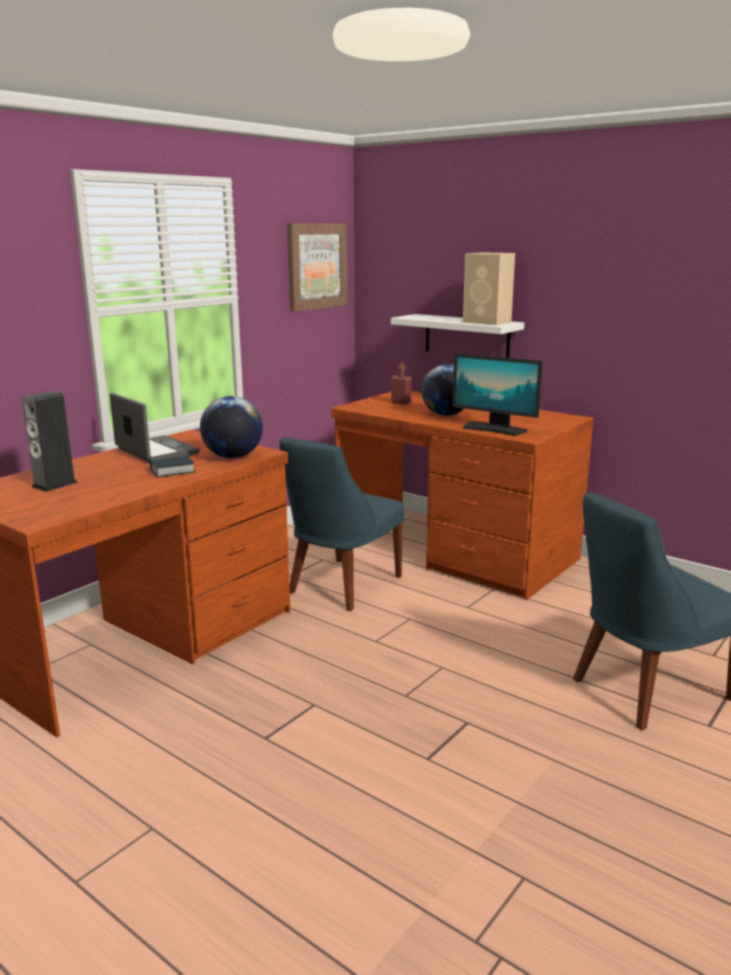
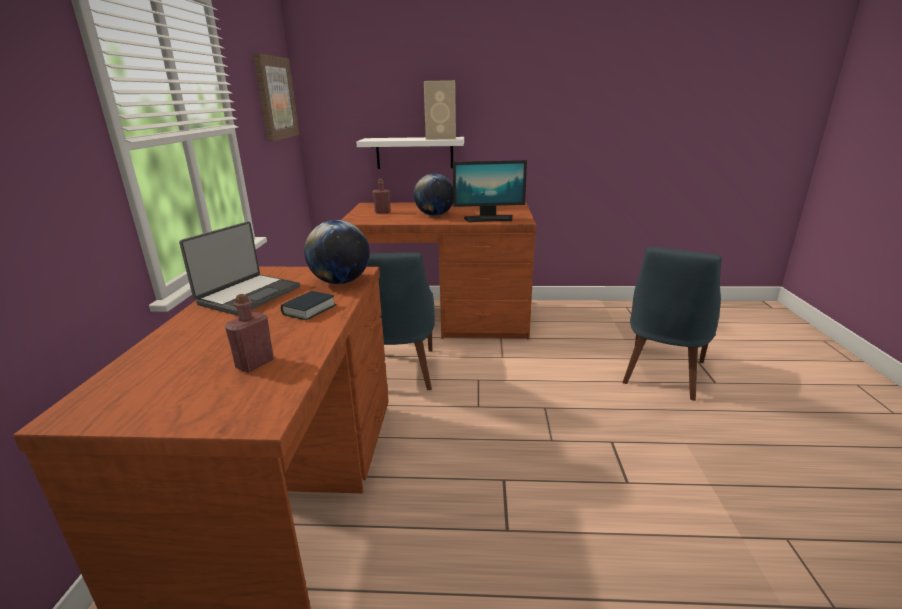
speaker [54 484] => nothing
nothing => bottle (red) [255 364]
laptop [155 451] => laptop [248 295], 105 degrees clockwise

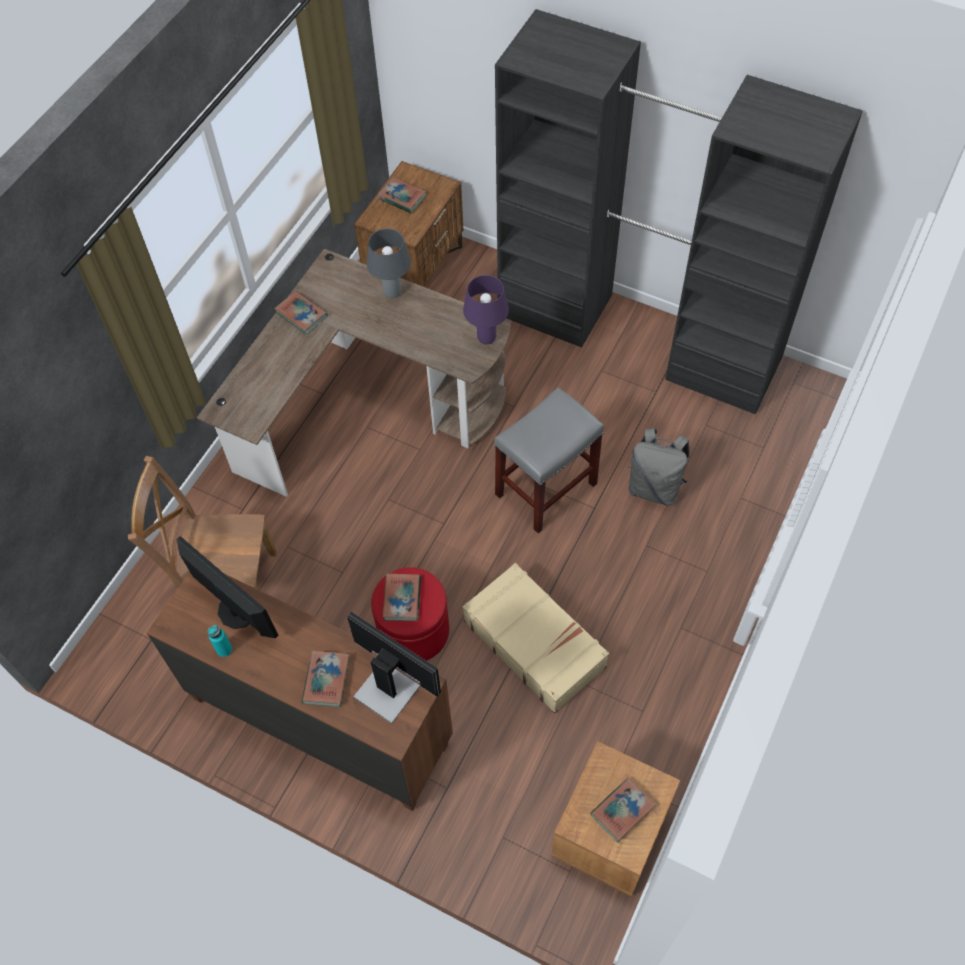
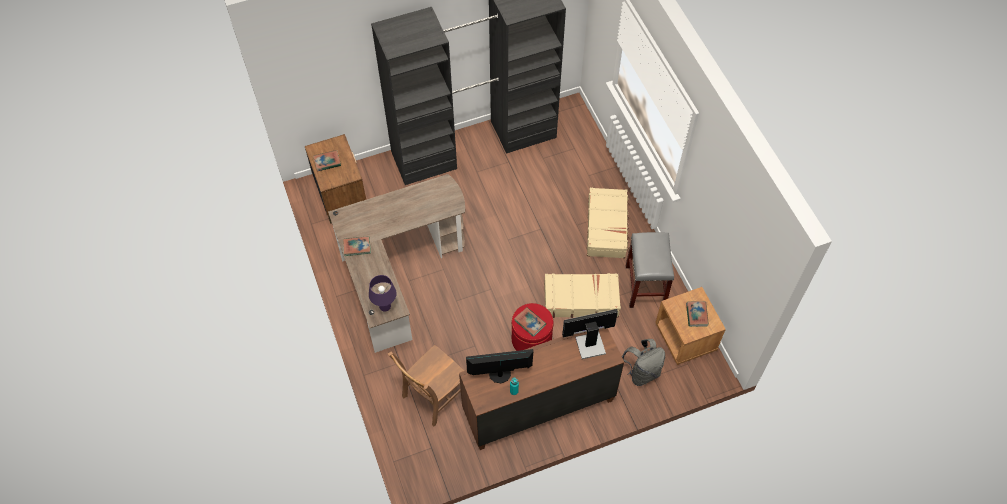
book [326 680] => nothing
table lamp (grey) [392 292] => nothing
nothing => suitcase (beige) [607 227]
table lamp (purple) [486 338] => table lamp (purple) [385 307], shifted
stool (grey) [545 490] => stool (grey) [645 286], shifted
backpack (grey) [654 487] => backpack (grey) [642 372], shifted

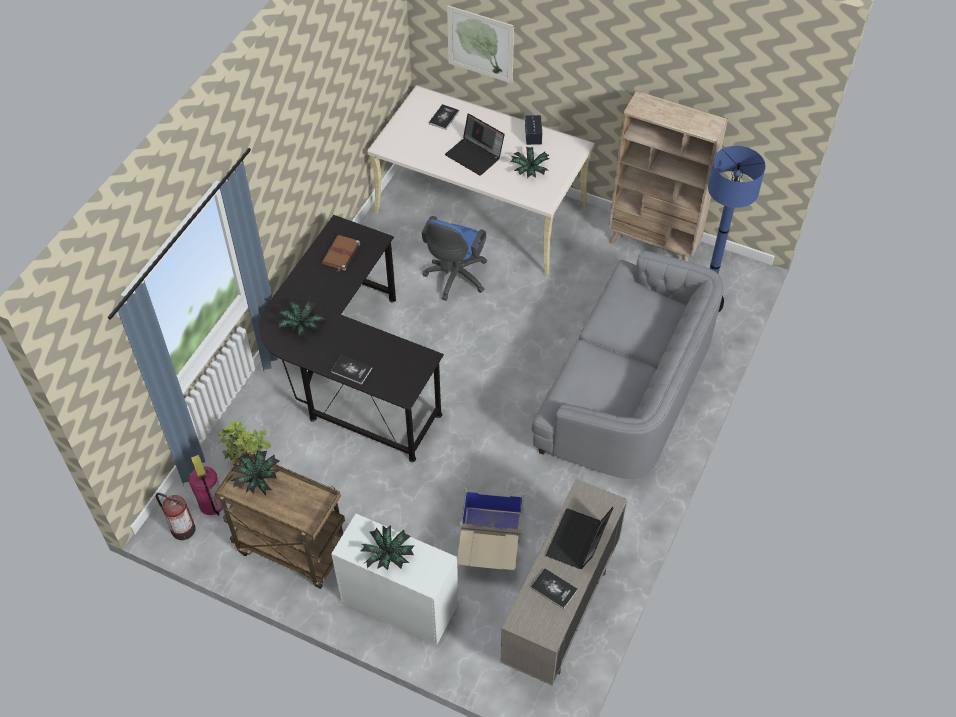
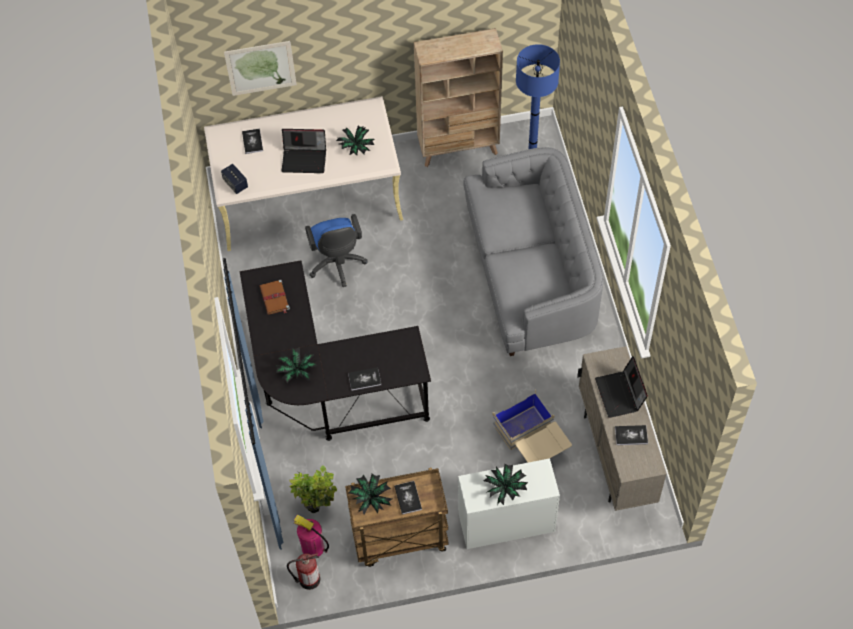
nothing => book [408 498]
speaker [533 136] => speaker [235 184], shifted

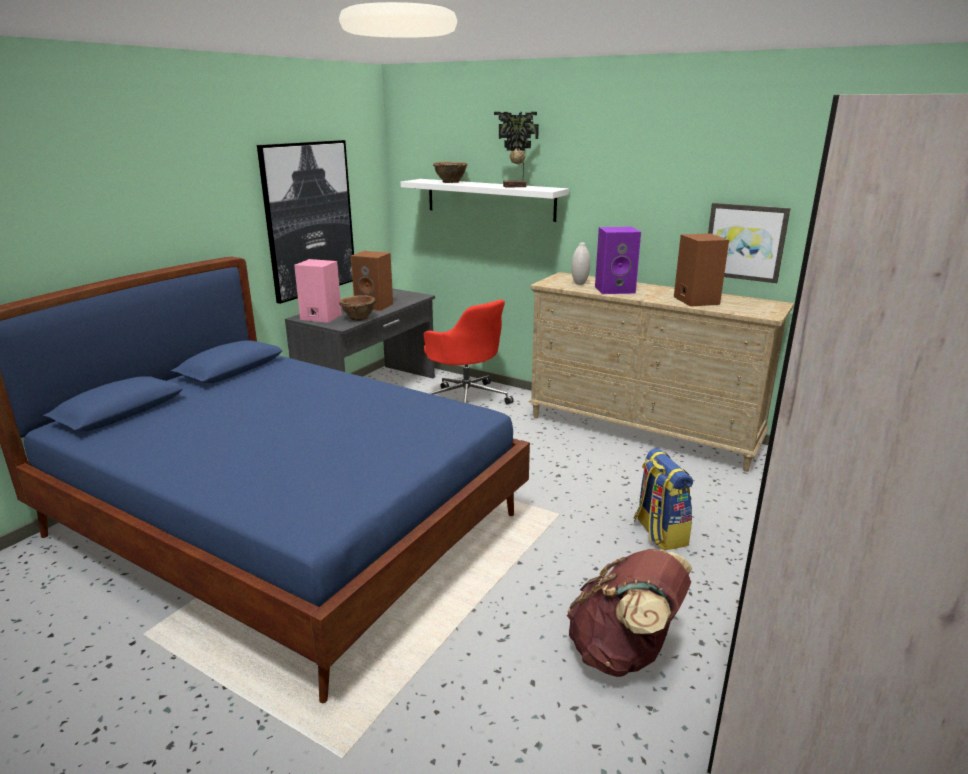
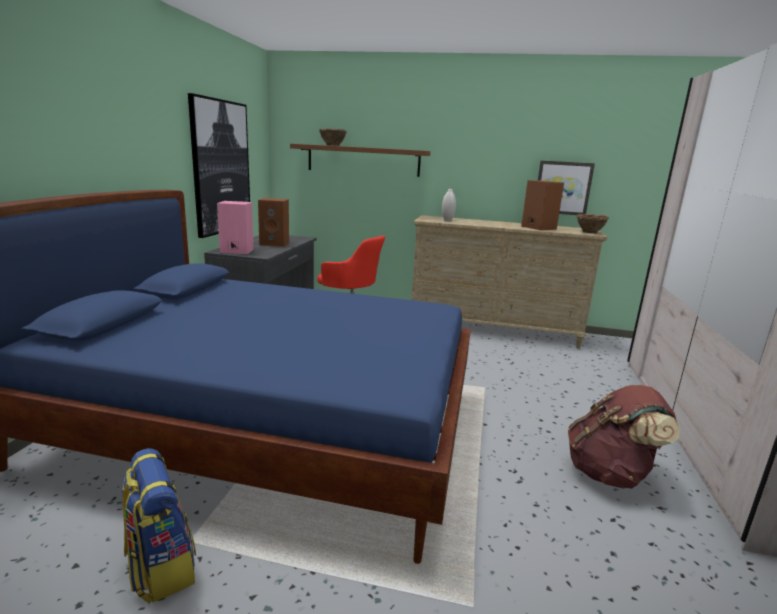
potted plant [515 187] => nothing
speaker (purple) [615 289] => nothing
bowl (brown) [358 318] => bowl (brown) [589 232], shifted
backpack [659 533] => backpack [160 567], shifted
shelf (white) [490 199] => shelf (brown) [363 160]

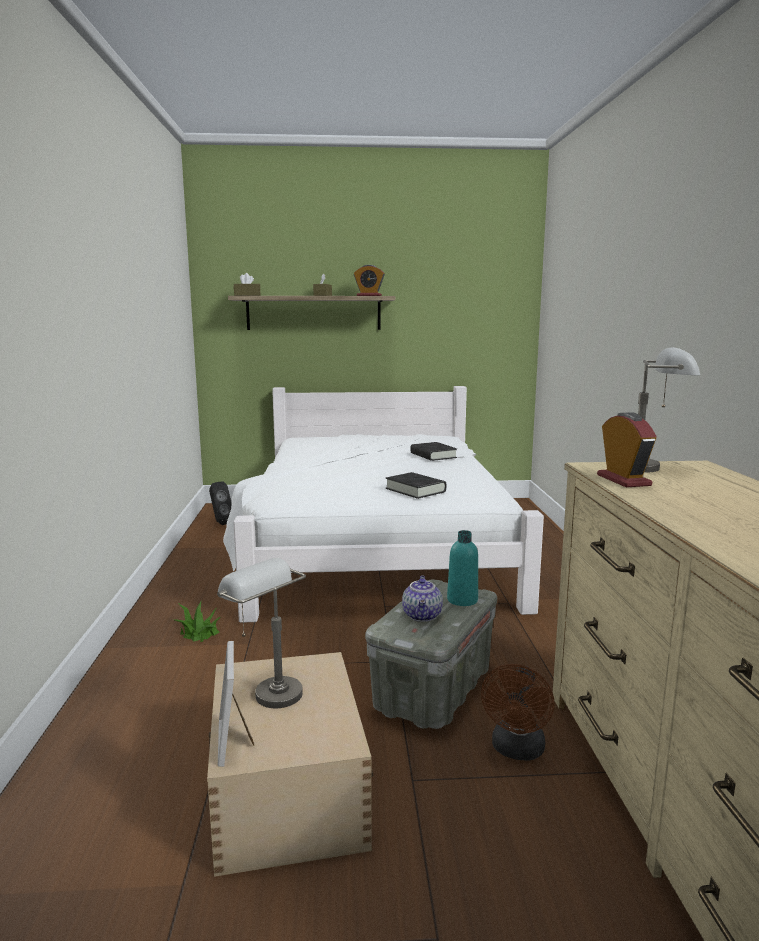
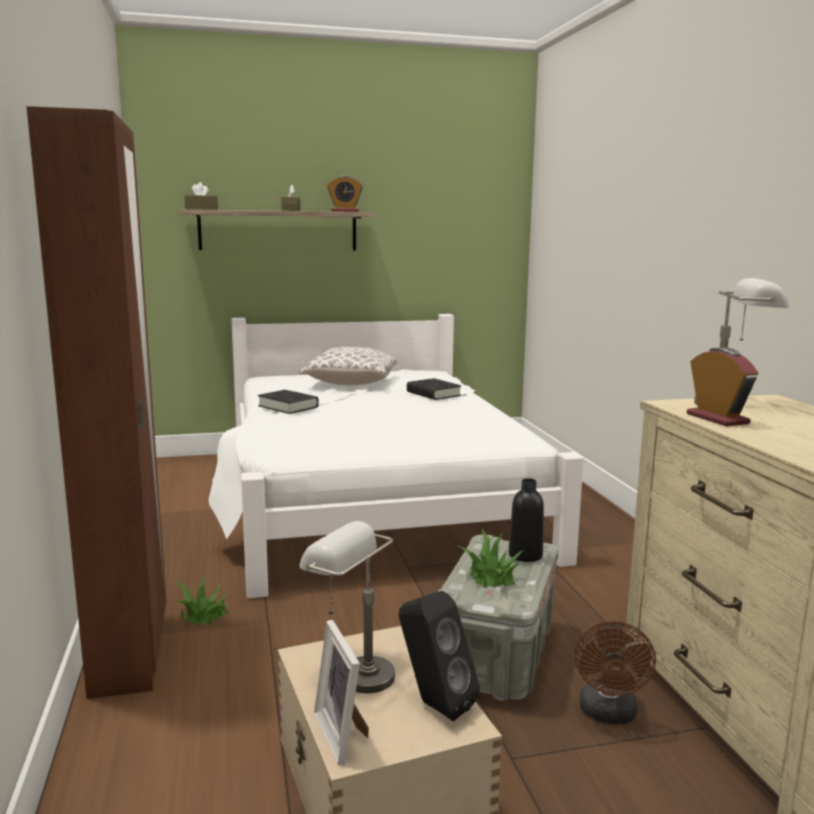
nothing => wardrobe (brown) [131 653]
nothing => pillow [350 383]
speaker (black) [220 523] => speaker (black) [434 705], shifted
book (black) [415 490] => book (black) [288 406], shifted
teapot [423 616] => potted plant [492 576]
bottle (turquoise) [462 600] => bottle (black) [525 555]

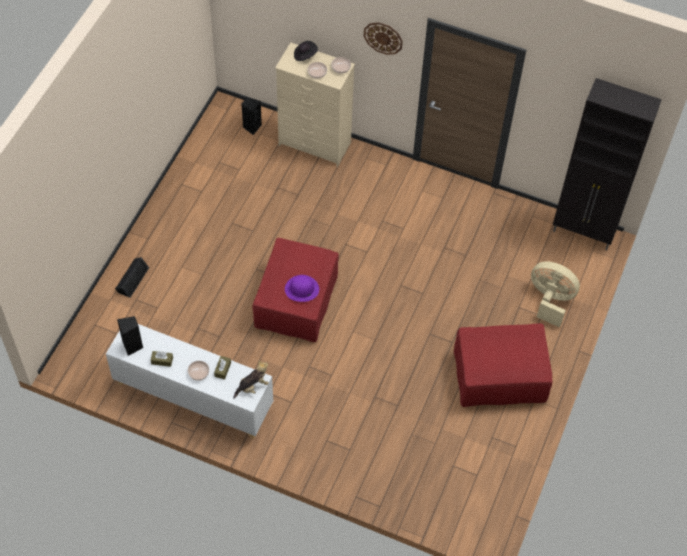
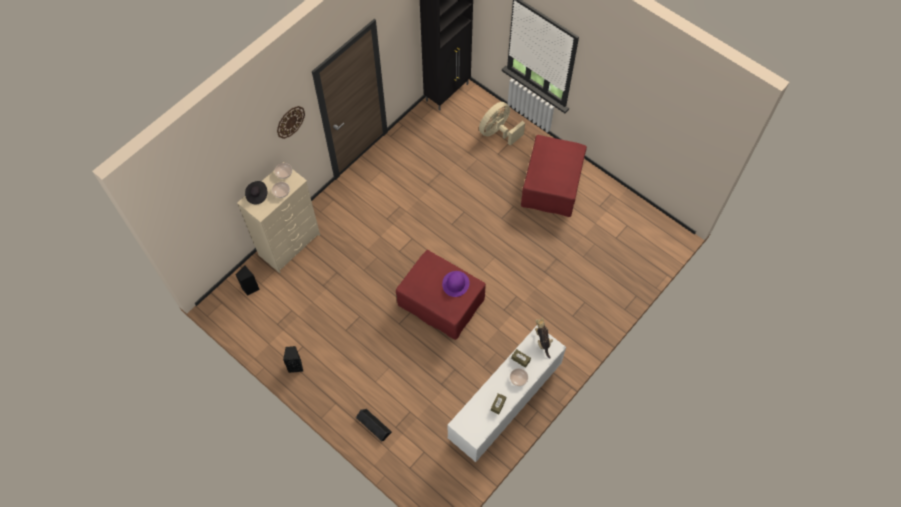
speaker (black) [133 346] => speaker (black) [296 366], shifted

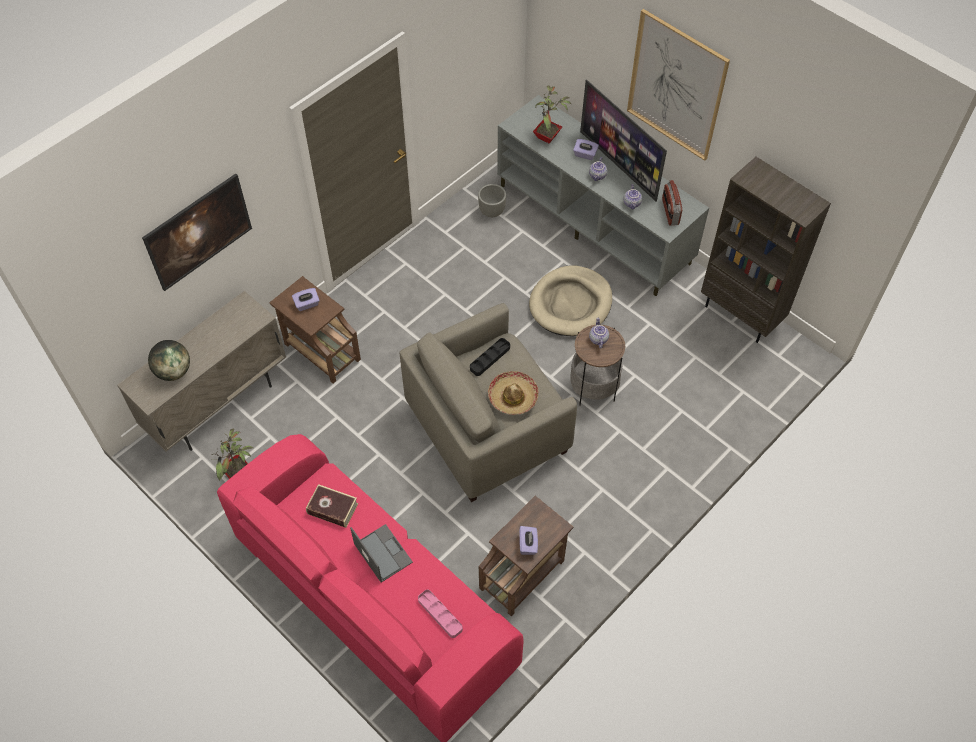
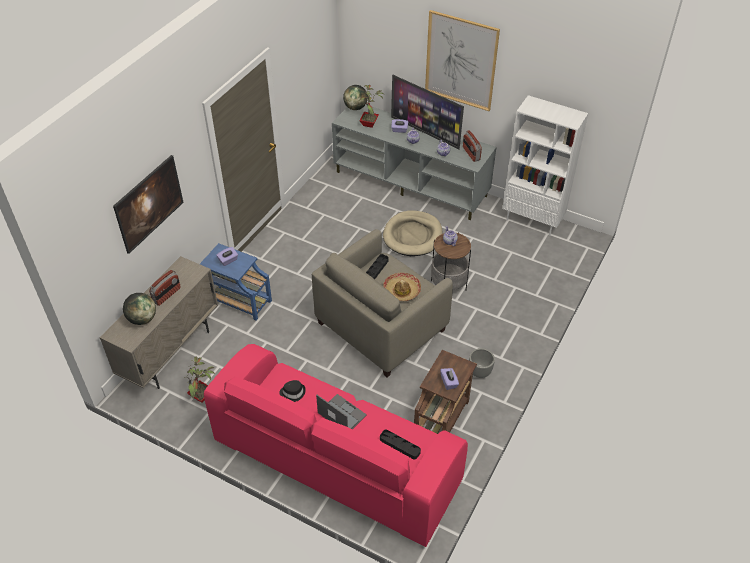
nothing => radio [167 295]
nothing => globe [355 107]
planter (grey) [492 211] => planter (grey) [480 372], shifted
book [332 509] => hat (black) [293 392]
side table (brown) [321 351] => side table (blue) [239 301]
tray (pink) [440 614] => tray (black) [400 445]
bookcase (brown) [741 315] => bookcase (white) [532 220]

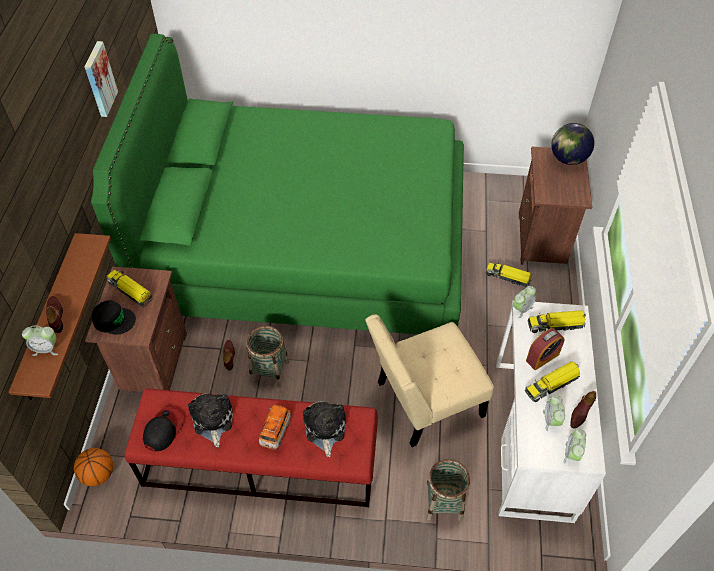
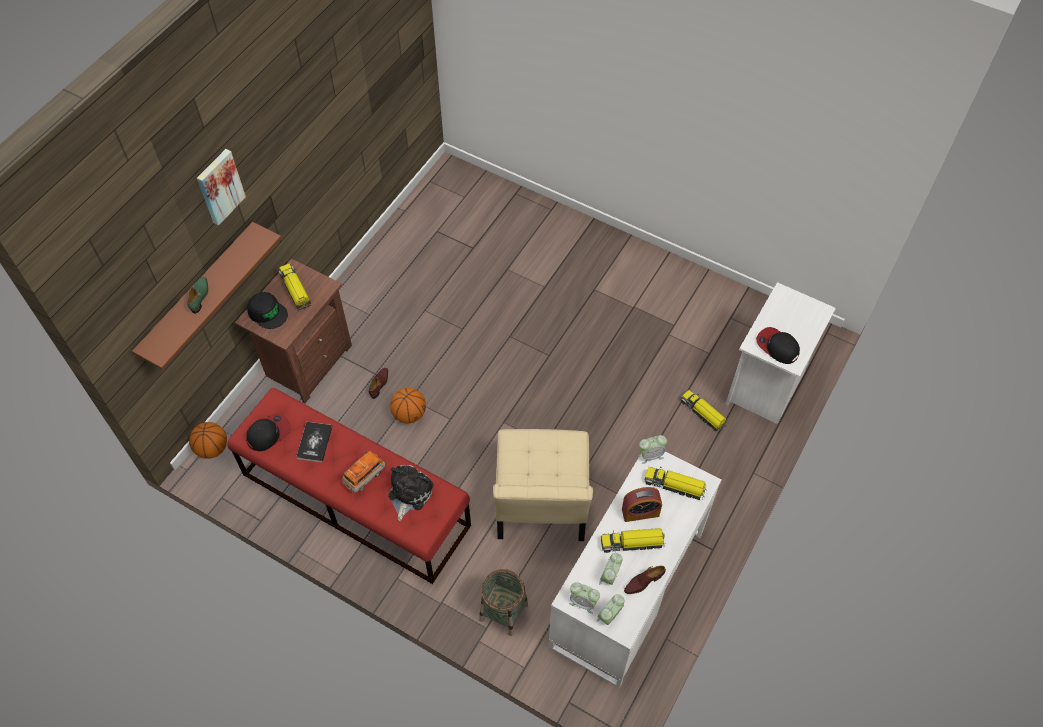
bed (green) [308 247] => nothing
globe [567 159] => nothing
nothing => cap [777 347]
alarm clock [46 349] => alarm clock [583 602], shifted
picture [99 79] => picture [219 186], shifted
plush toy [212 420] => book [314 442]
basket [269 371] => basketball [409 414]
shoe (brown) [56 316] => shoe (green) [200 296]
nightstand (brown) [543 240] => nightstand (white) [766 387]
chair (beige) [424 401] => chair (beige) [540 506], 90 degrees counterclockwise

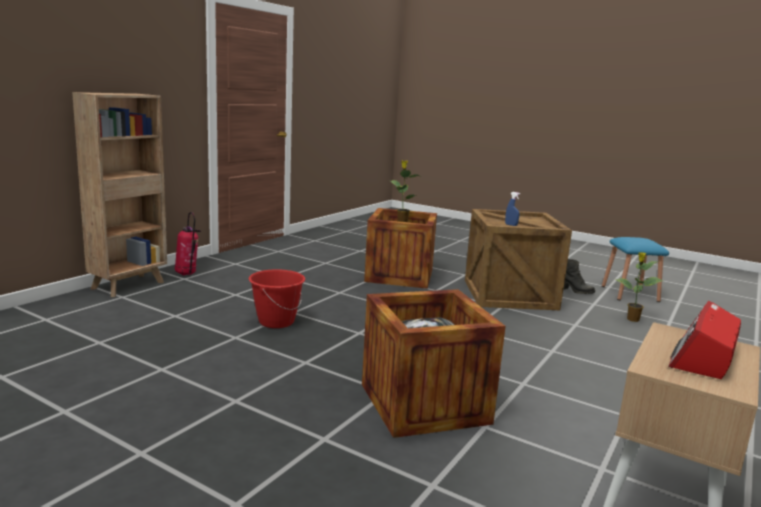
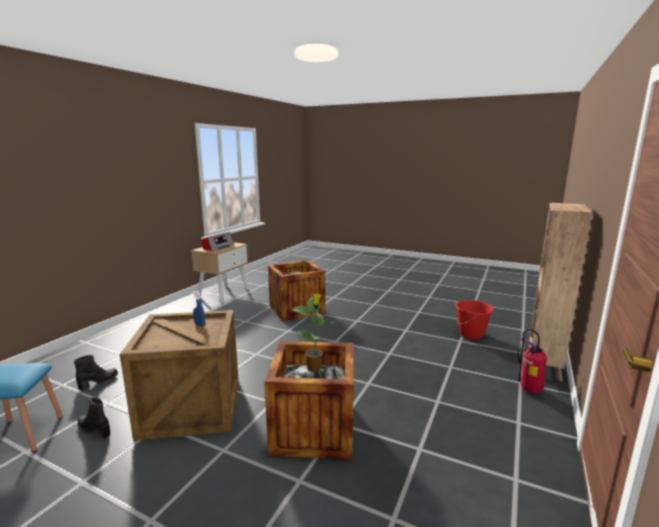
bucket (red) [276 321] => bucket (red) [471 334], shifted
potted plant [632 319] => boot (black) [99 382]

